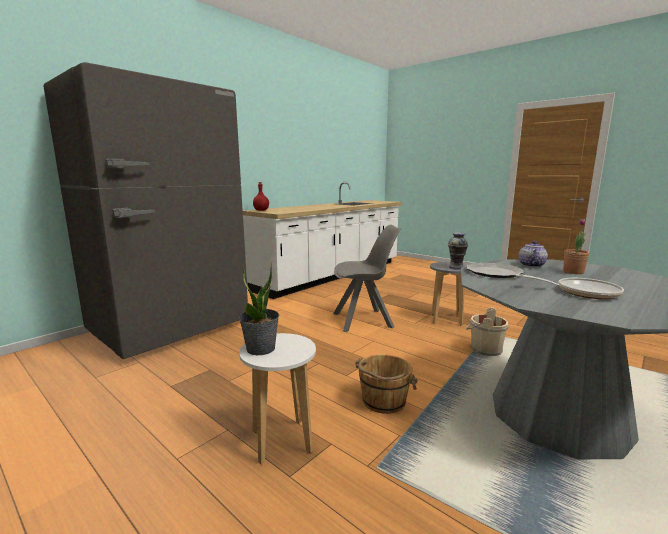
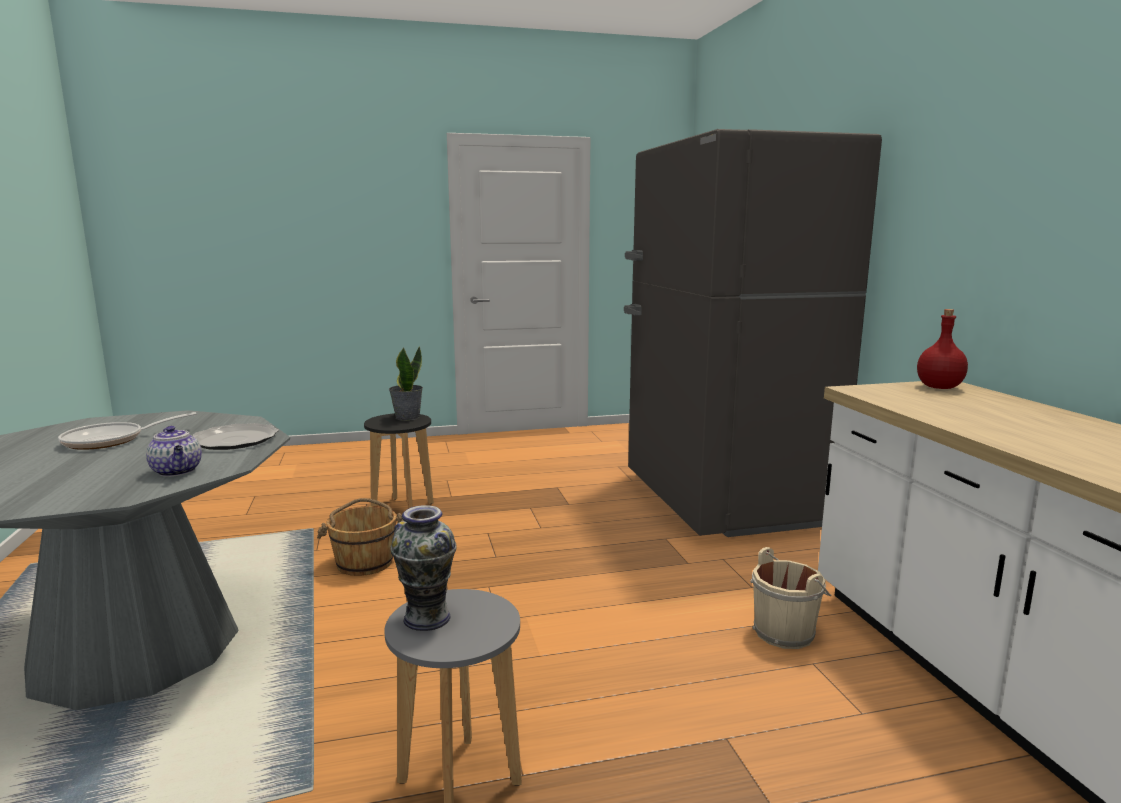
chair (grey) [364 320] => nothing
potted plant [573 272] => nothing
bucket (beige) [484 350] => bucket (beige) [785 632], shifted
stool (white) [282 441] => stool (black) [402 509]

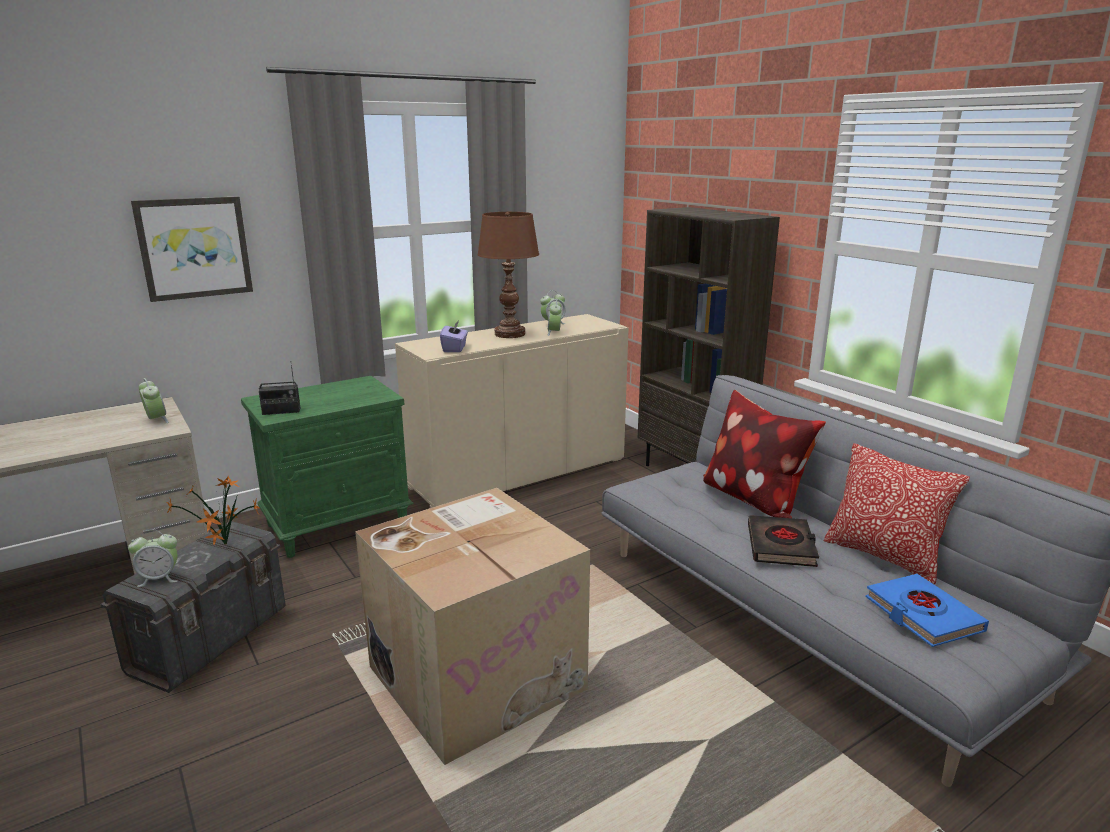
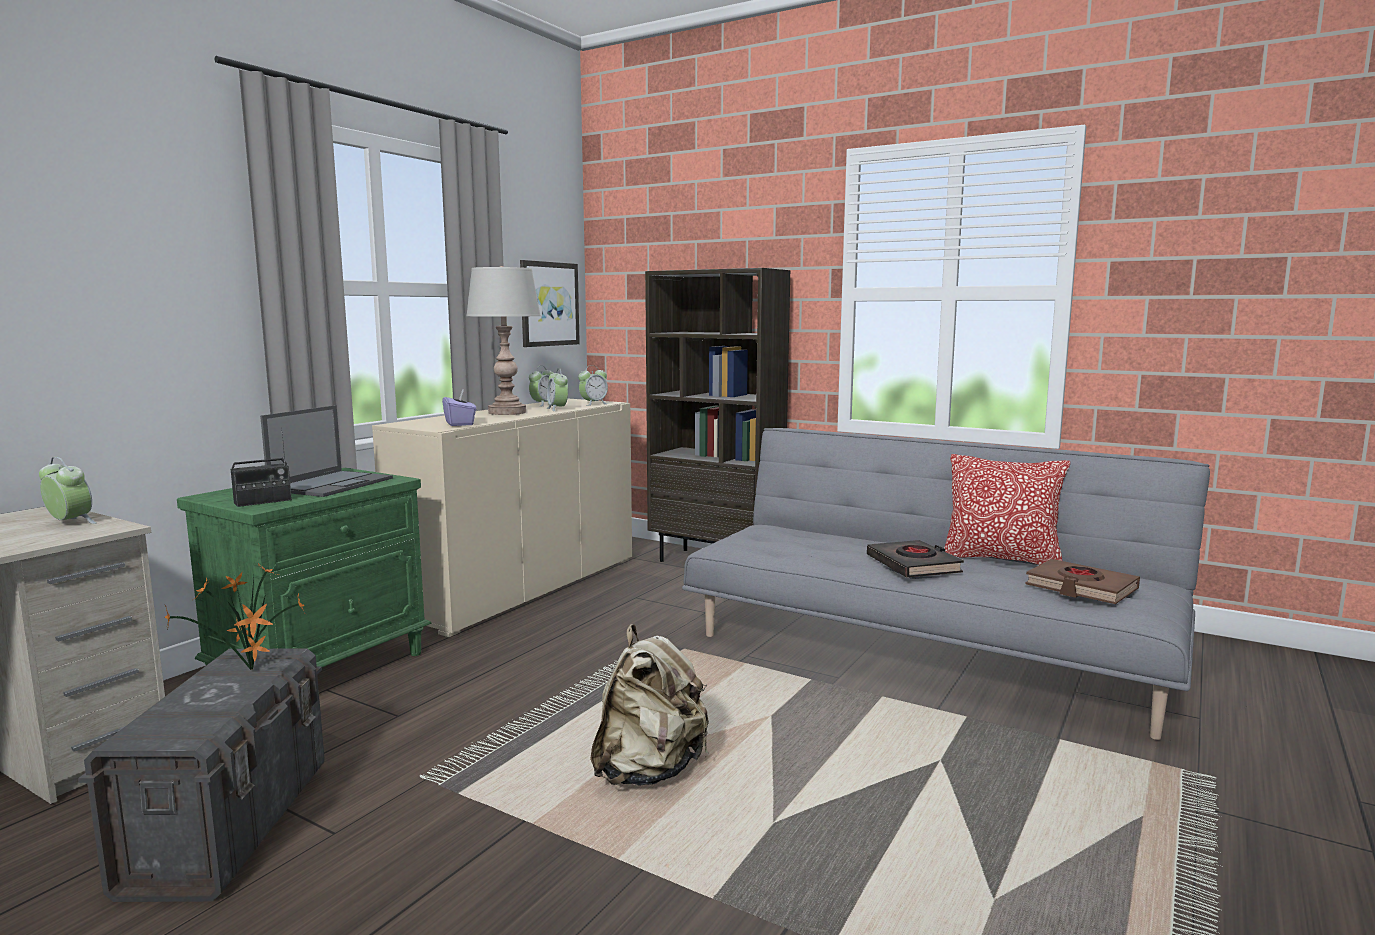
pillow [753 499] => nothing
nothing => laptop [332 484]
alarm clock [159 578] => alarm clock [593 404], shifted
picture [194 248] => picture [549 304], shifted
cardboard box [477 676] => backpack (beige) [649 771]
table lamp (brown) [510 334] => table lamp (grey) [507 412]
book (blue) [922 615] => book (brown) [1081 588]

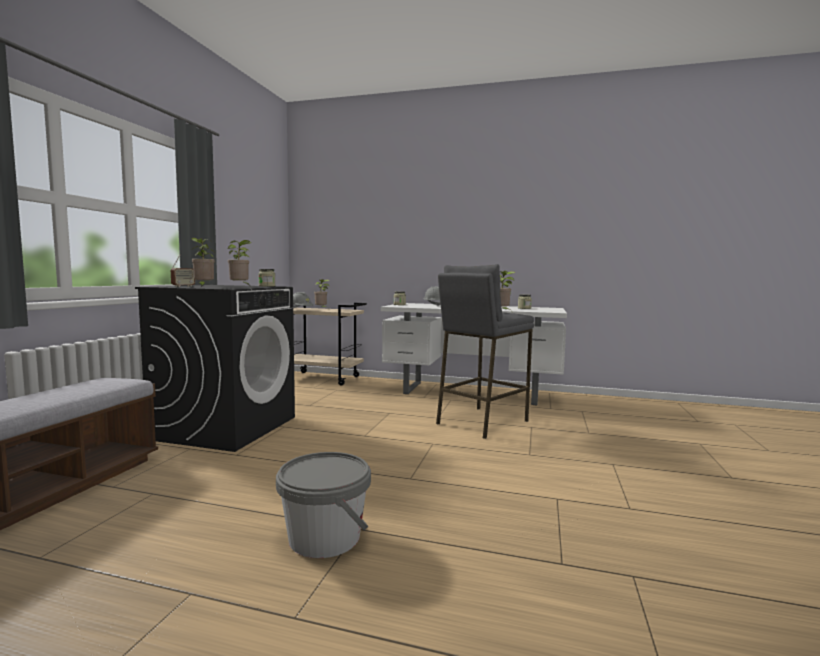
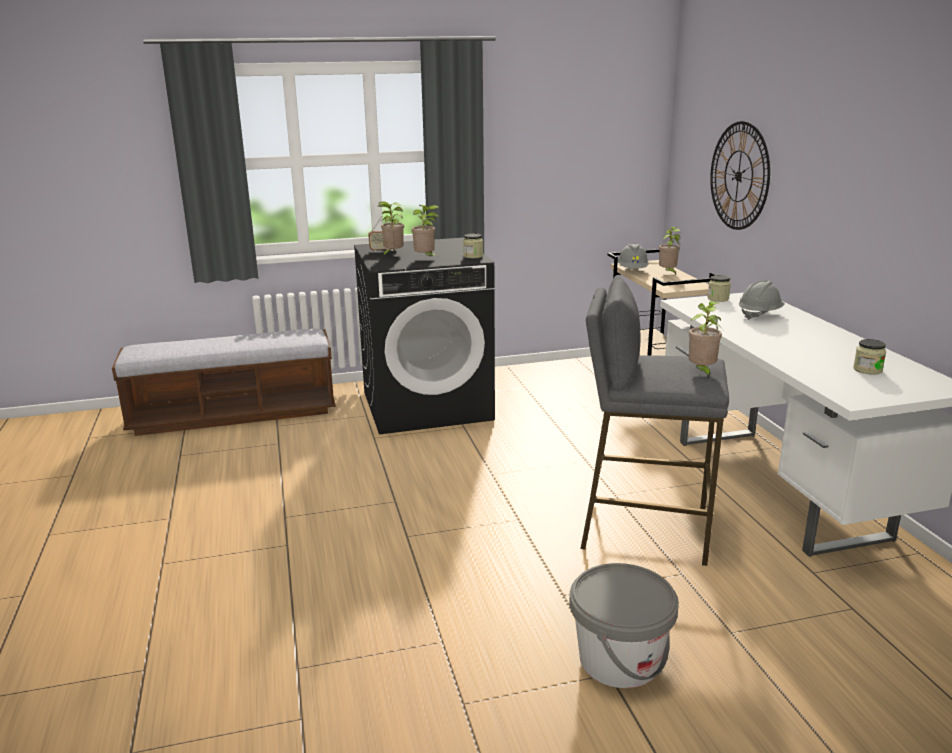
nothing => wall clock [739 176]
bucket (grey) [325 537] => bucket (grey) [619 660], shifted

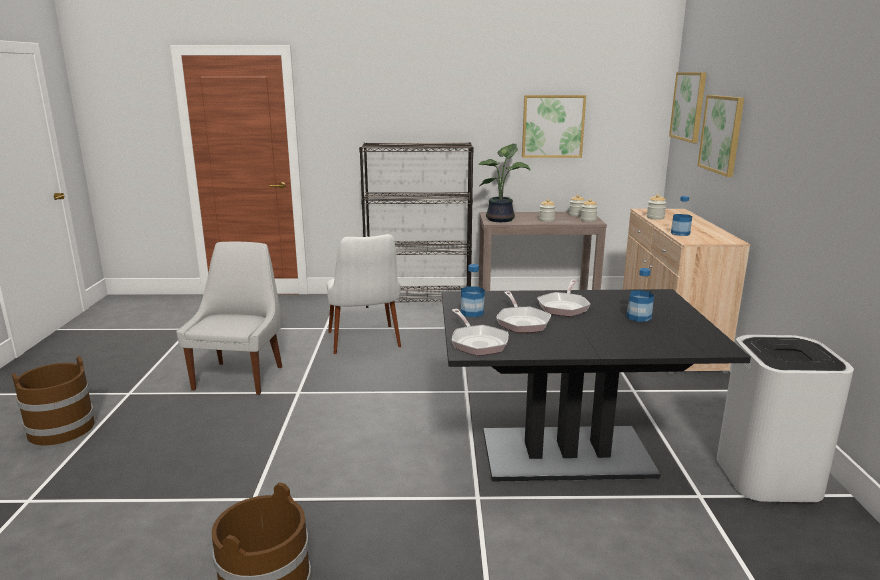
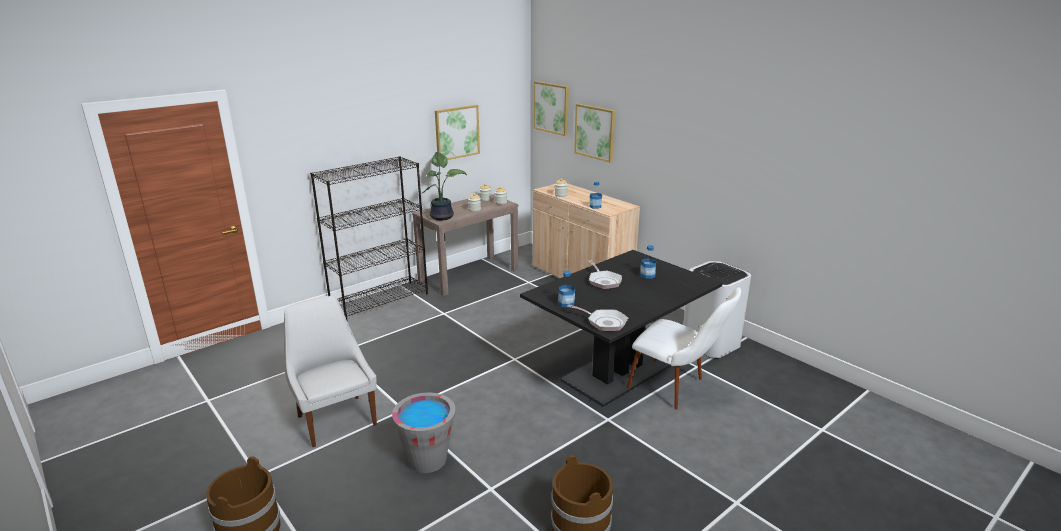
frying pan [522 322] => nothing
nothing => bucket (grey) [427 460]
chair (white) [365 345] => chair (white) [677 389], shifted

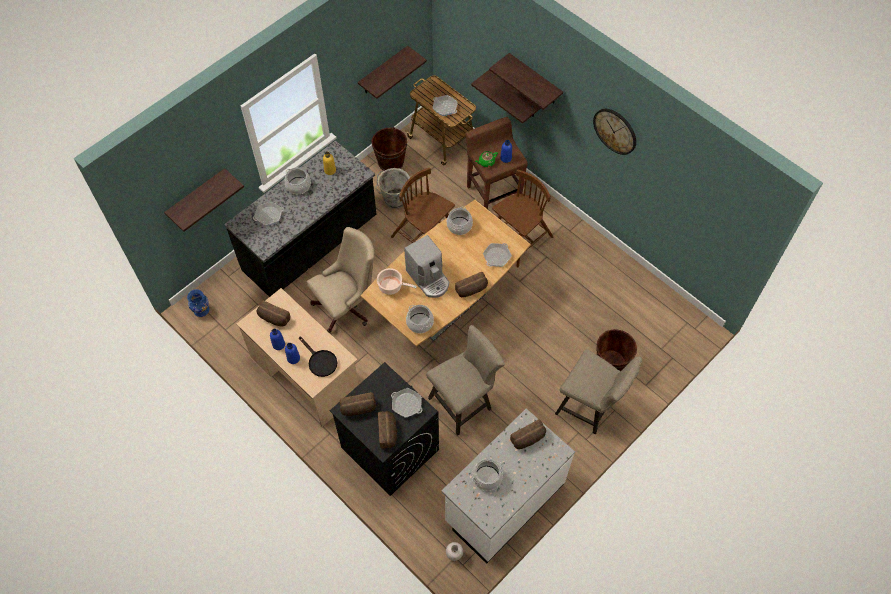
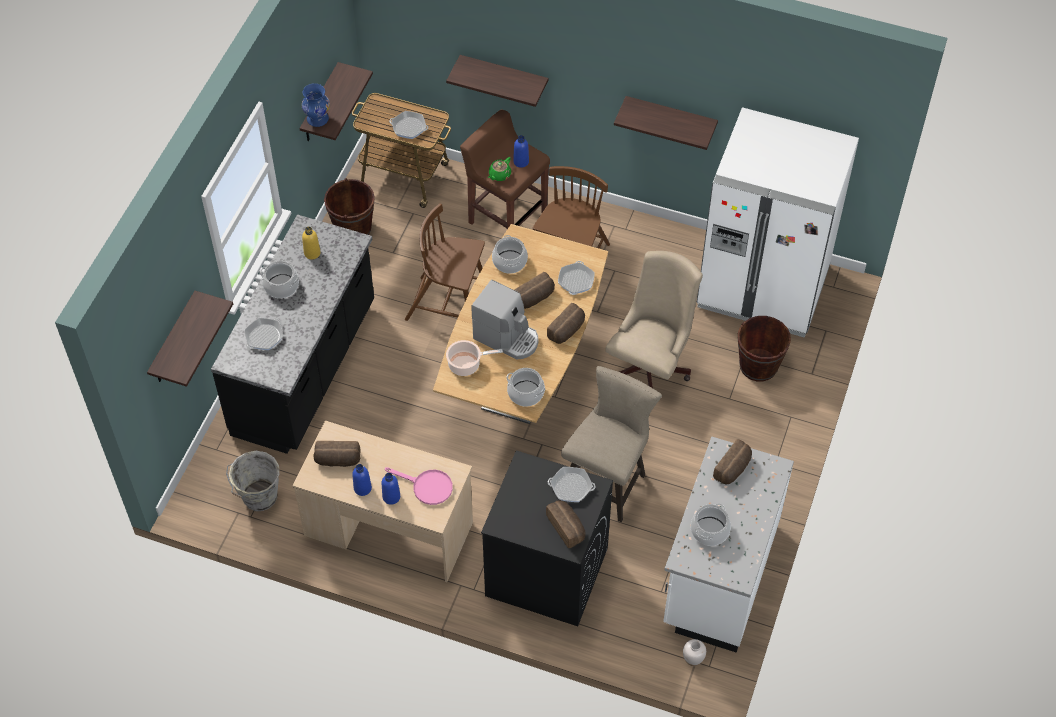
stool (beige) [590 408] => nothing
wall clock [615 131] => nothing
nothing => fridge (white) [763 288]
vase (blue) [201 310] => vase (blue) [317 119], shifted
office chair (beige) [347 305] => office chair (beige) [651 366], shifted
bread [358 409] => bread [535 298], shifted
bucket (grey) [394 200] => bucket (grey) [259 497], shifted
shelf [535 80] => shelf [670 118], shifted
frying pan (black) [320 361] => frying pan (pink) [427 487]

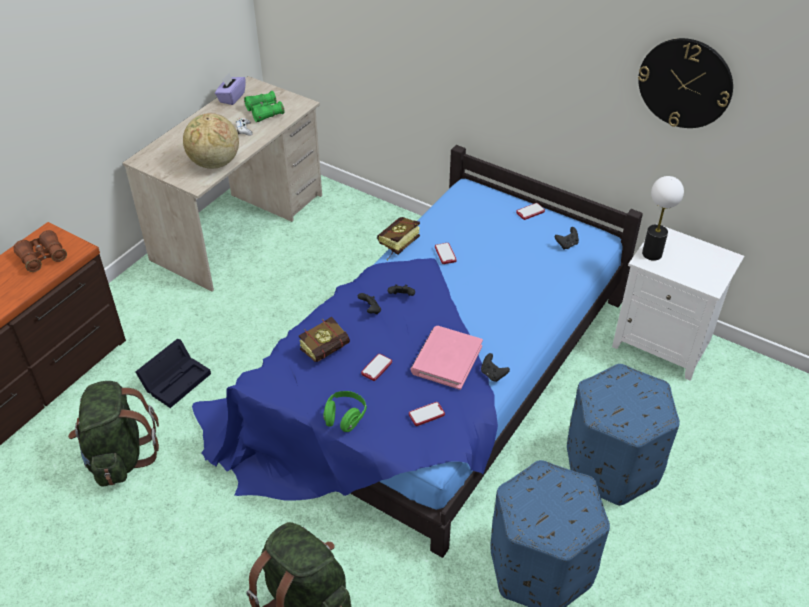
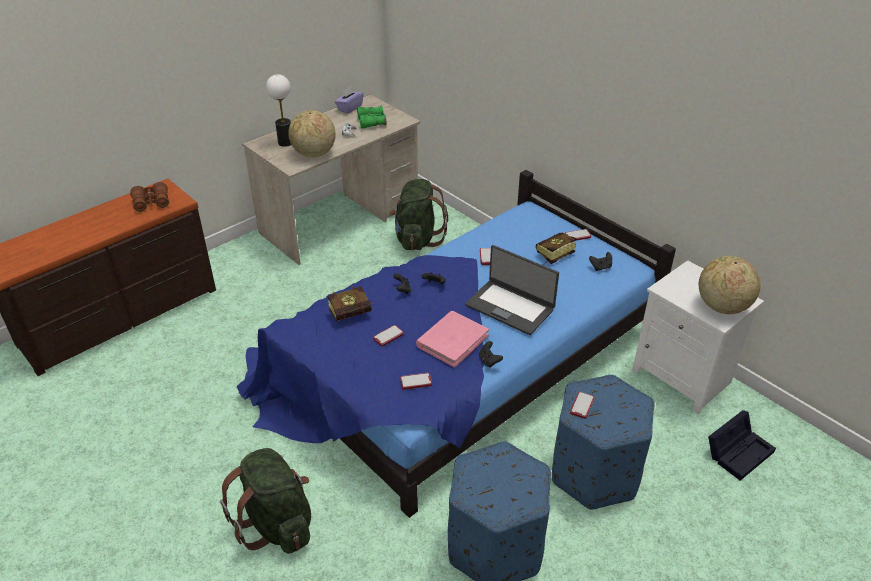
headphones (green) [345 417] => nothing
wall clock [685 83] => nothing
nothing => laptop [510 307]
nothing => phone [582 406]
nothing => globe [722 306]
backpack (green) [119 456] => backpack (green) [417 239], shifted
storage box (black) [176 379] => storage box (black) [739 451], shifted
book [396 245] => book [551 256], shifted
table lamp [651 253] => table lamp [285 142], shifted

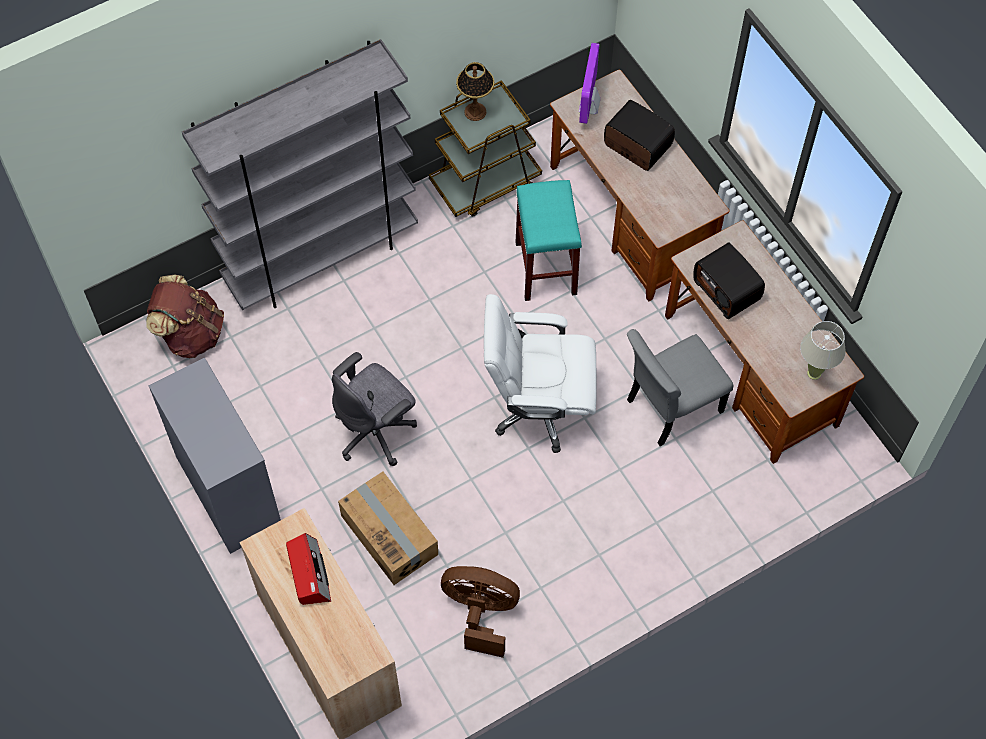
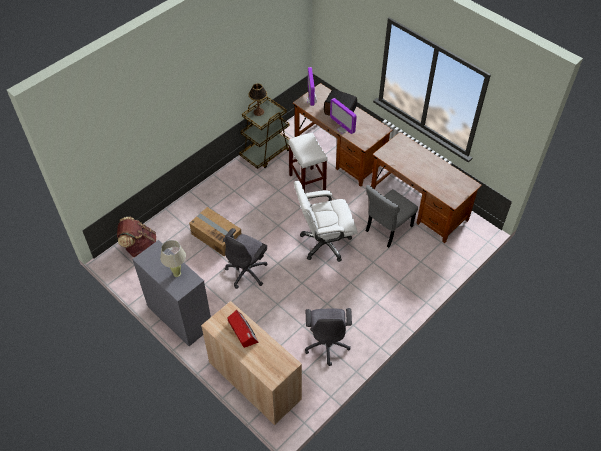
bookcase (grey) [321 258] => nothing
radio [727 290] => nothing
nothing => monitor [342 129]
cardboard box [390 534] => cardboard box [216 236], shifted
table lamp (beige) [814 373] => table lamp (beige) [177 273], shifted
fan (brown) [480 613] => office chair (grey) [327 344]
stool (turquoise) [545 267] => stool (white) [306 182]

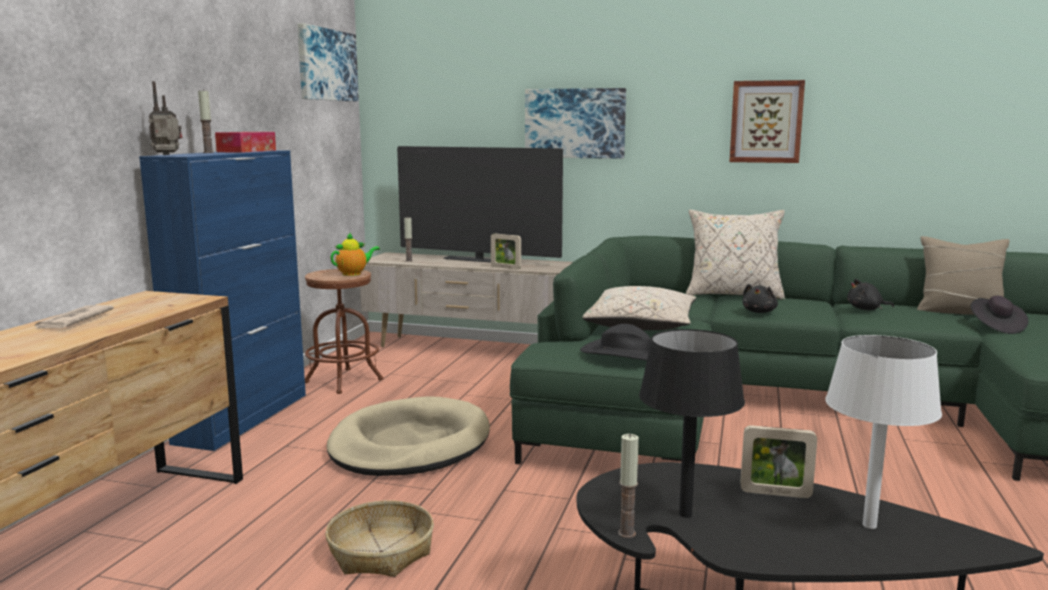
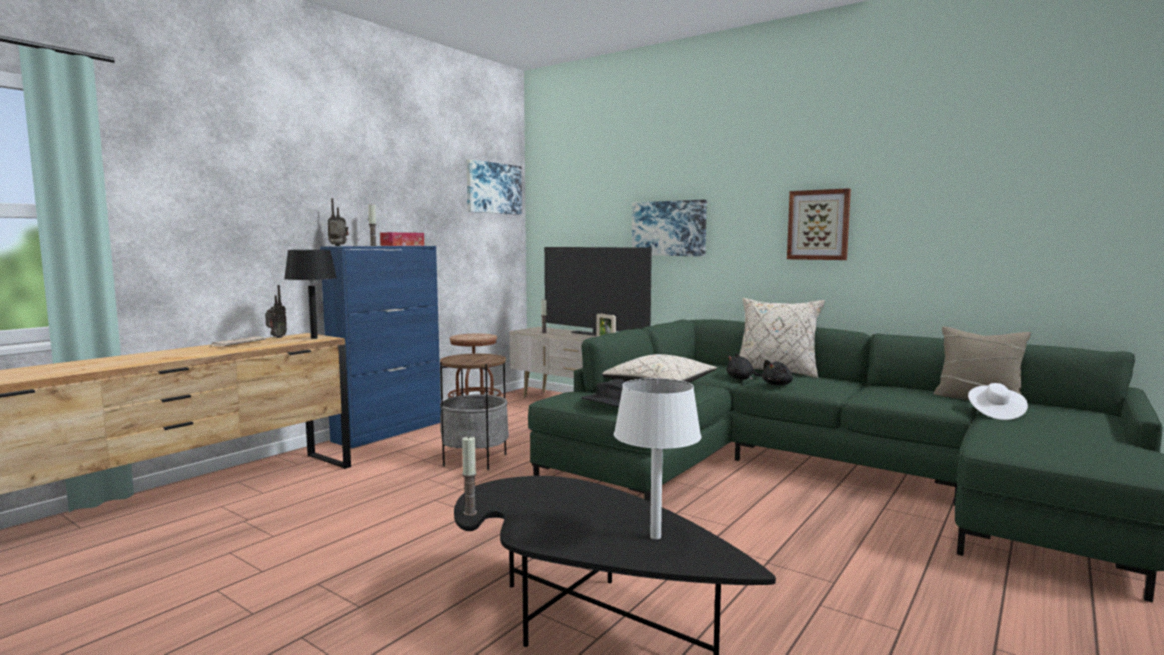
basket [381 552] => nothing
teapot [354 274] => nothing
picture frame [775 493] => nothing
nothing => radio [276 337]
table lamp (black) [685 515] => table lamp (black) [314 338], shifted
plush toy (black) [866 309] => plush toy (black) [741 379], shifted
dog bed (beige) [409 444] => side table [475 460]
hat (black) [996 327] => hat (white) [995 413]

